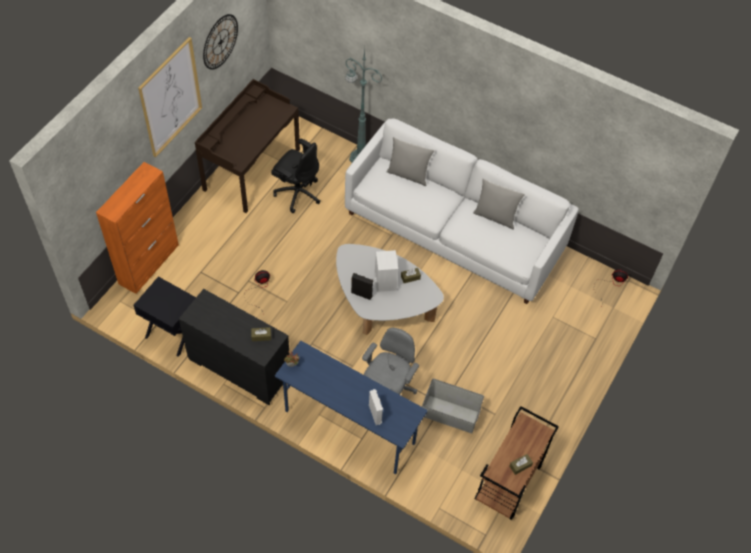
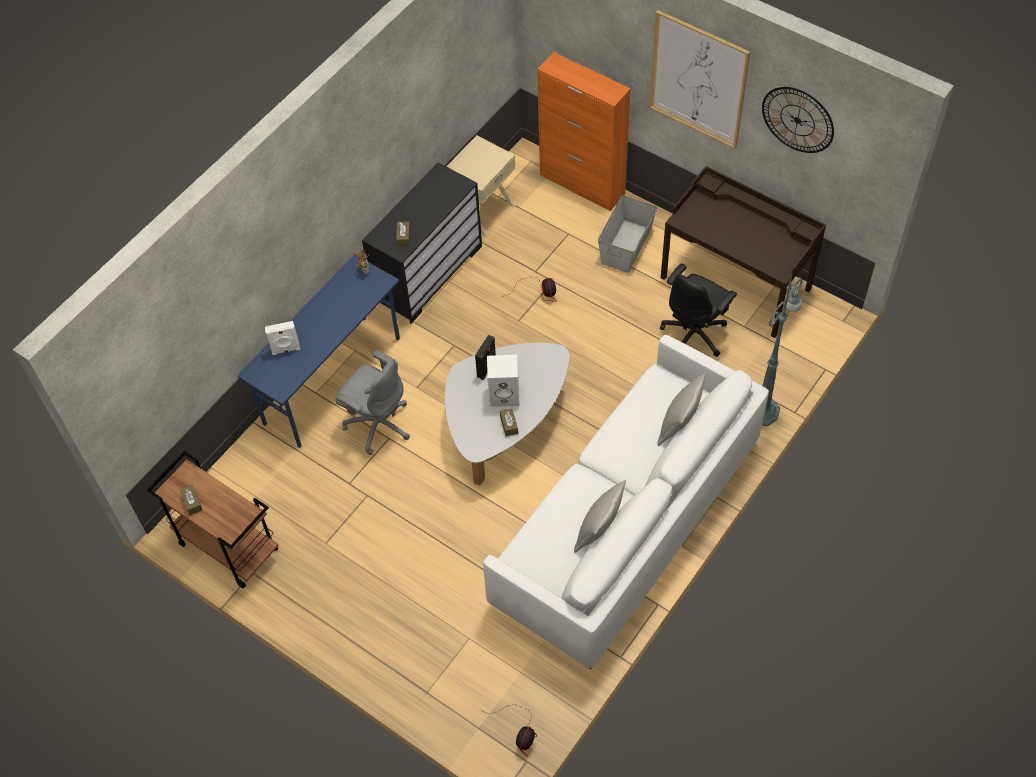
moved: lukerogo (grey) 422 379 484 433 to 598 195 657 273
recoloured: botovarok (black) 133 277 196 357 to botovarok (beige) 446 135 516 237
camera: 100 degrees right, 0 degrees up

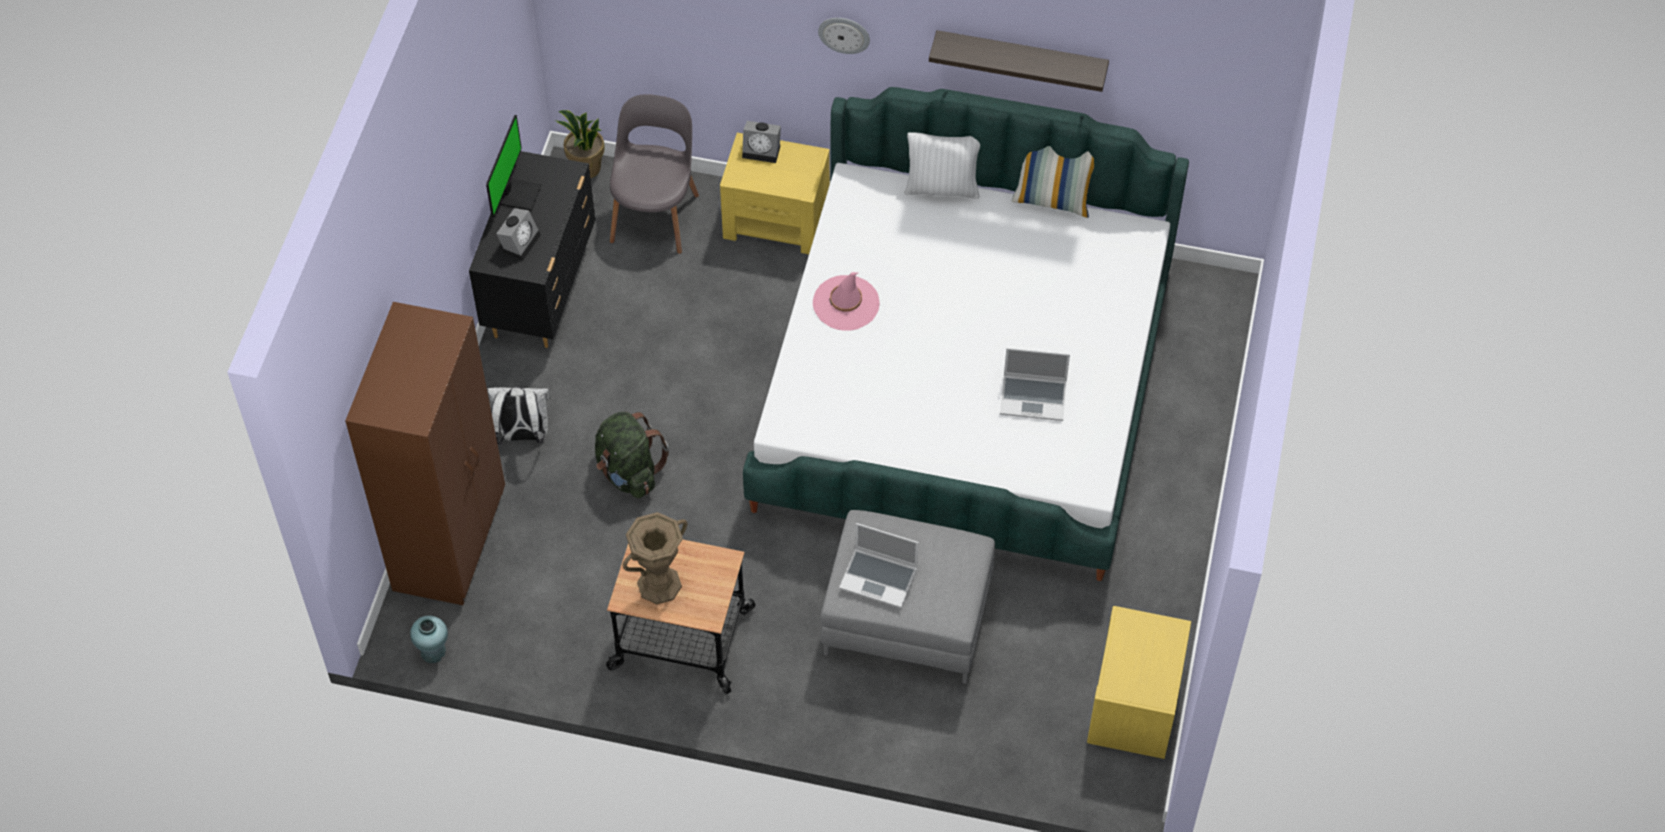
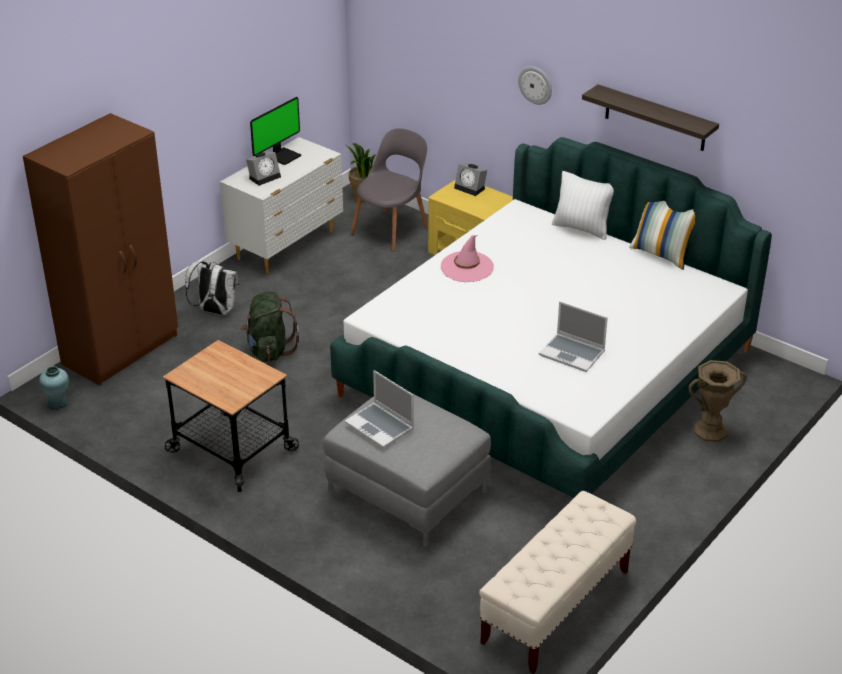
moved: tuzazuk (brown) 622 512 687 604 to 689 360 747 442
replaced: botovarok (yellow) 1087 606 1191 759 to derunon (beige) 479 491 636 674
recoloured: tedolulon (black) 469 151 596 348 to tedolulon (white) 220 137 343 273
camera: 25 degrees right, 20 degrees down

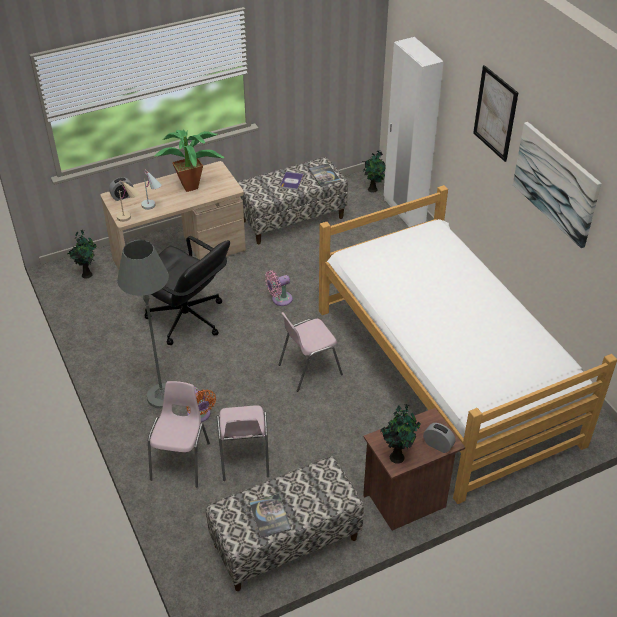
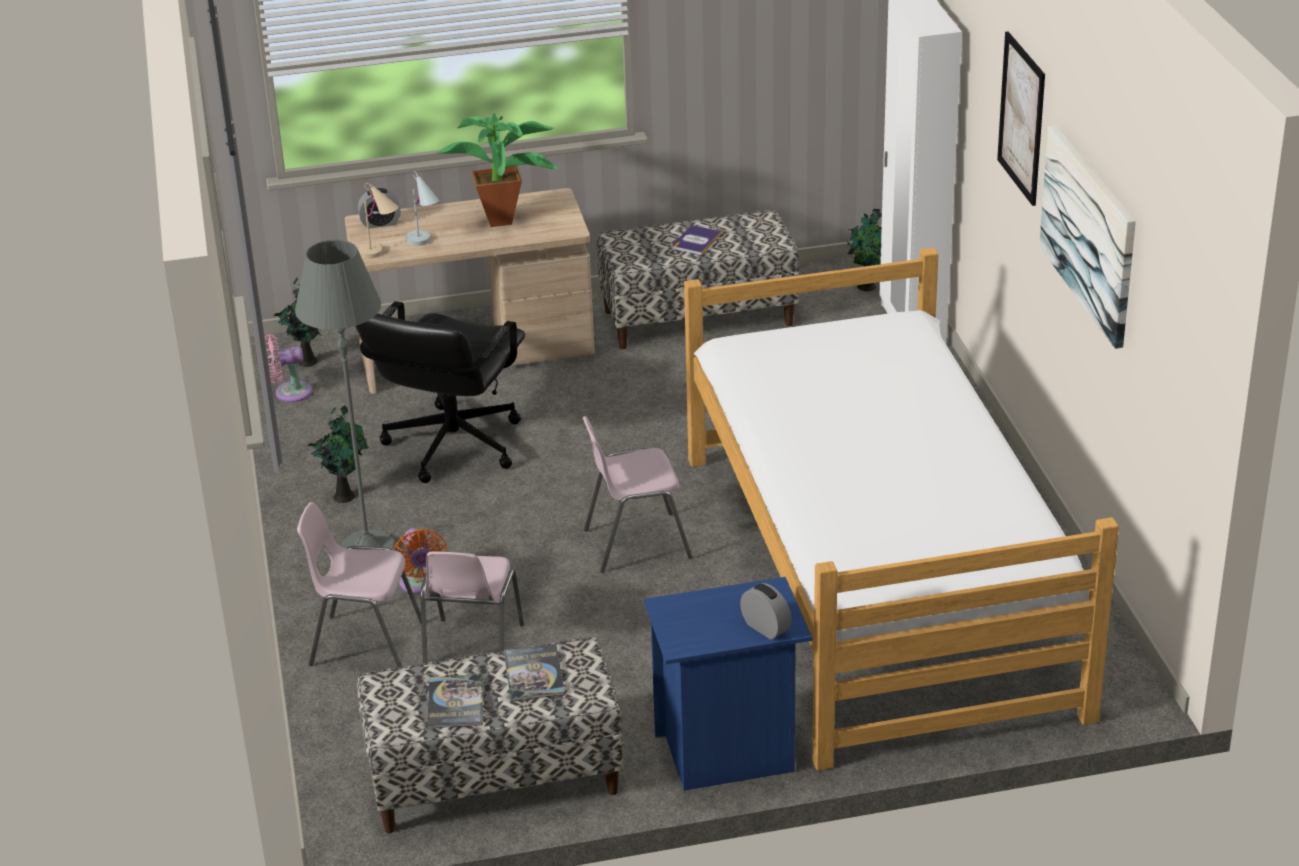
moved: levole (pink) 265 270 293 306 to 265 334 312 403; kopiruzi 309 163 341 186 to 504 644 565 701; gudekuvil 380 404 421 464 to 307 405 369 503
recoloured: botovarok (brown) 363 408 465 531 to botovarok (blue) 644 577 812 791
turned: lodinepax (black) 145 236 230 345 = 355 301 525 483 60 degrees clockwise; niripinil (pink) 148 381 210 488 = 297 502 421 668 105 degrees counterclockwise
camera: 15 degrees right, 10 degrees down

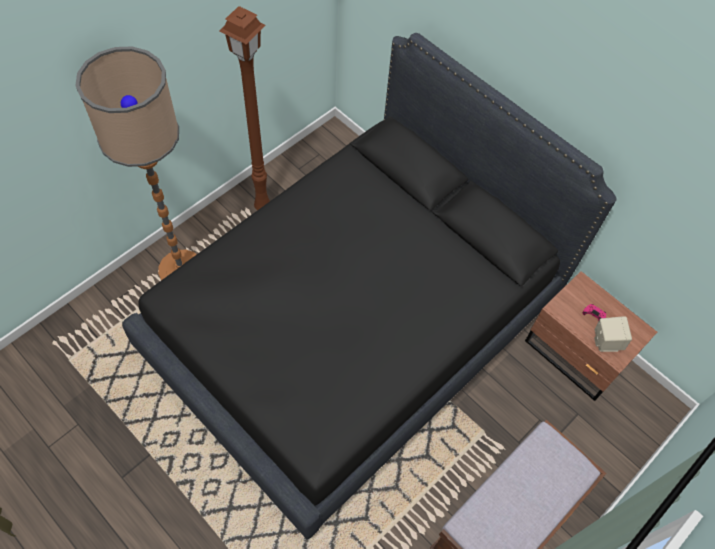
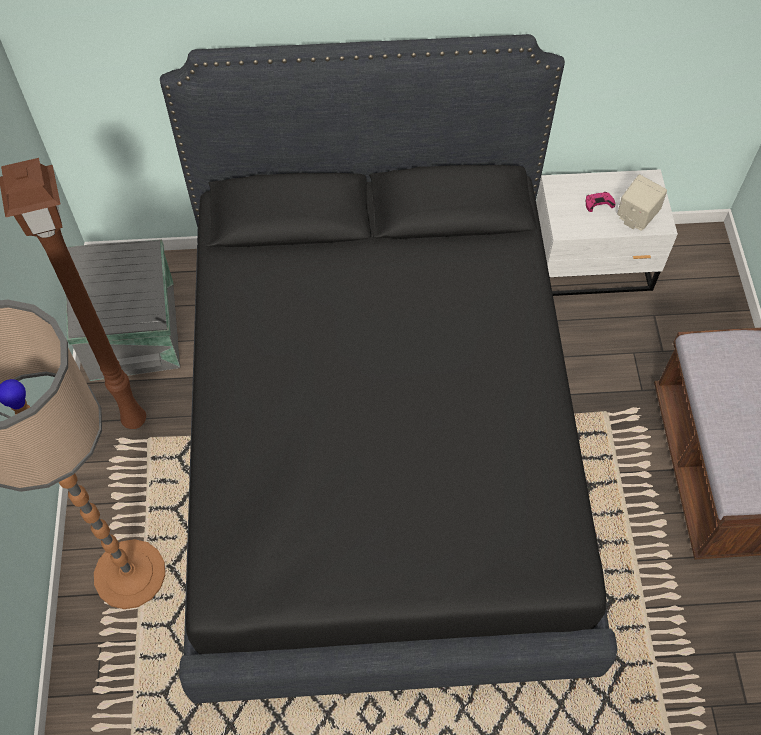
added: lukerogo (grey) 66 239 180 381
recoloured: botovarok (brown) 525 271 657 401 to botovarok (white) 536 169 678 296
camera: 45 degrees left, 0 degrees up

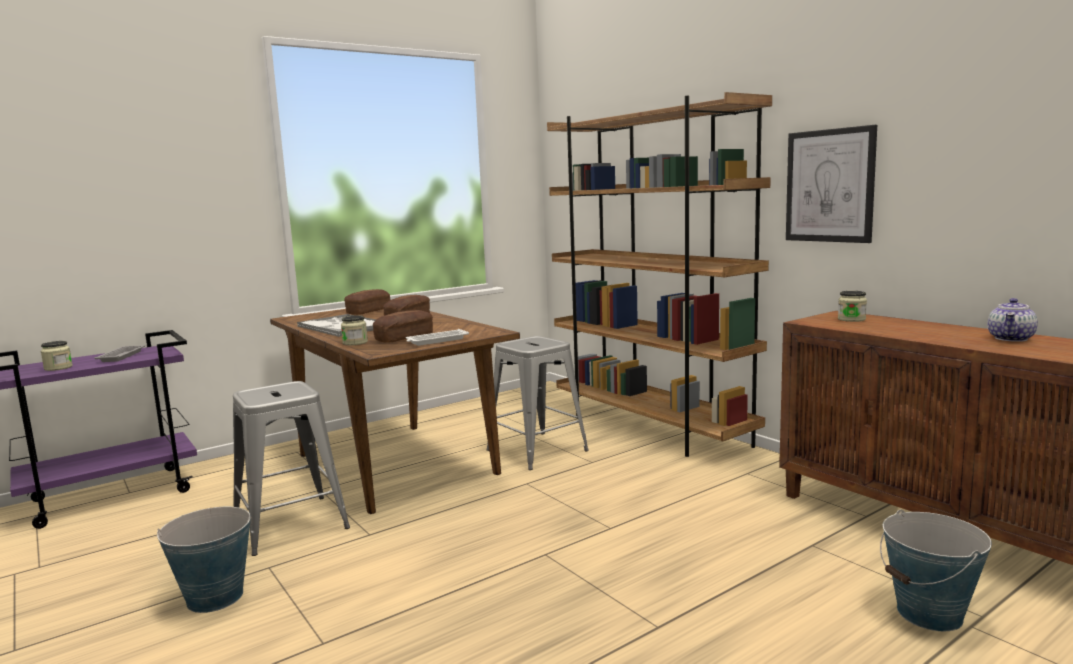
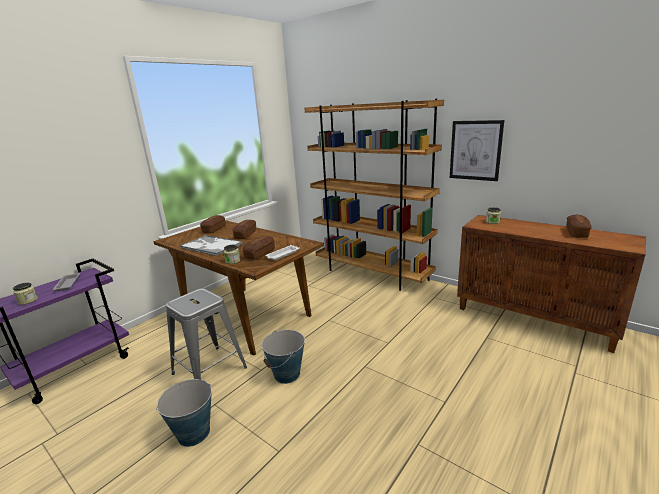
removed: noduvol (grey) 486 336 589 470
moved: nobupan 880 509 992 631 to 262 330 305 384
replaced: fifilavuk 987 298 1038 342 to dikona 566 215 592 238
camera: 15 degrees left, 10 degrees up

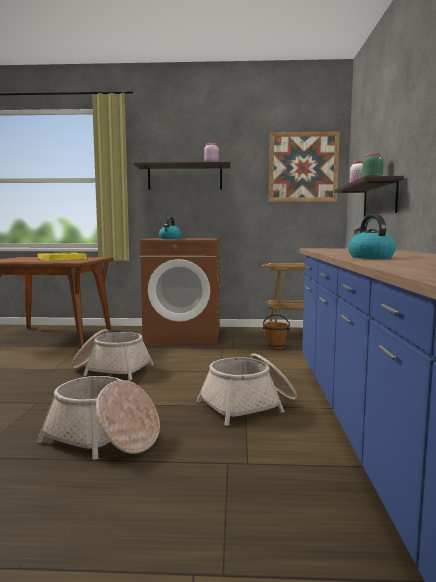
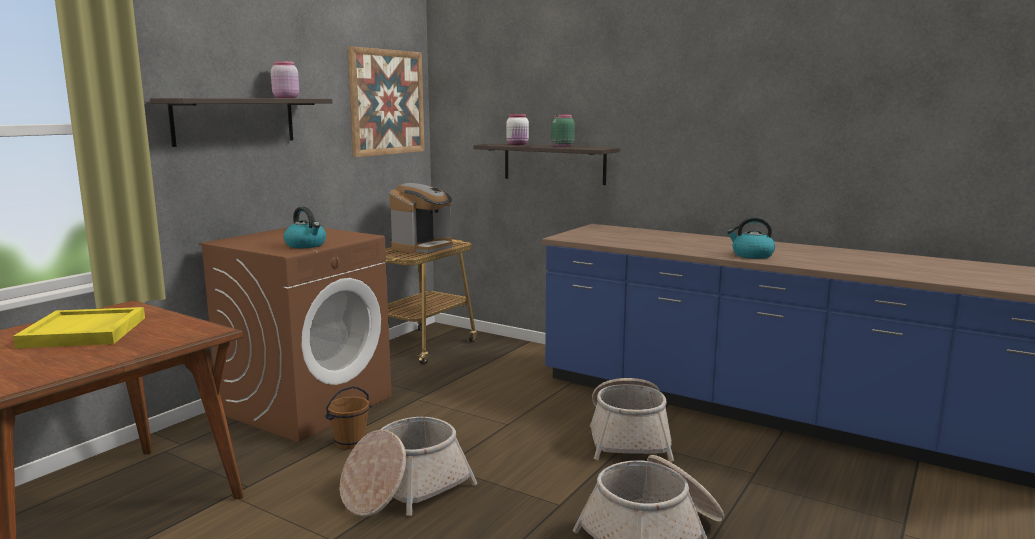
added: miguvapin 389 183 453 254
moved: nobupan (brown) 263 314 290 350 to 325 386 371 449
camera: 60 degrees left, 5 degrees up

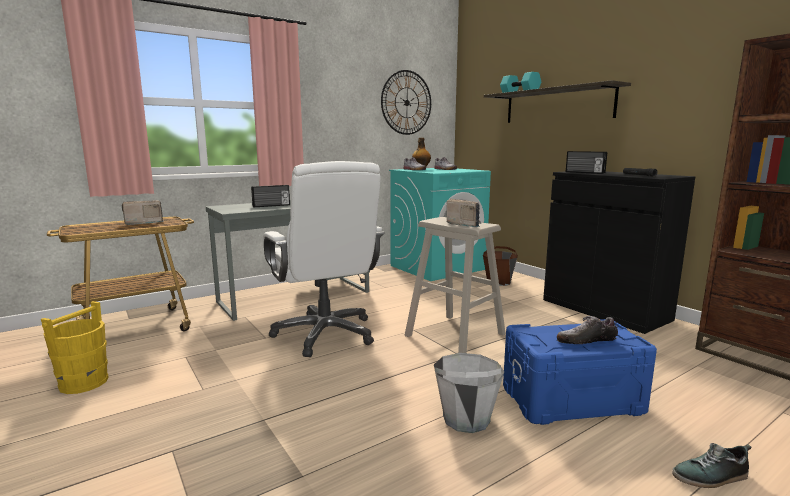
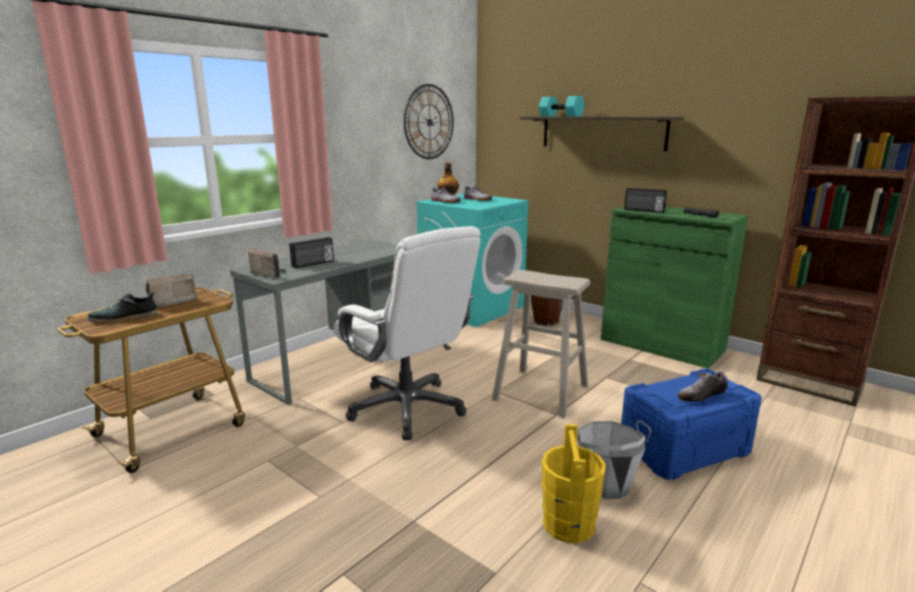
moved: nobupan (yellow) 41 301 108 394 to 542 424 606 543; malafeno 447 199 483 227 to 248 249 287 278; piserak 672 443 752 488 to 87 292 157 323
recoloured: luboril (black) 543 171 695 334 to luboril (green) 601 207 748 369
camera: 15 degrees left, 5 degrees up

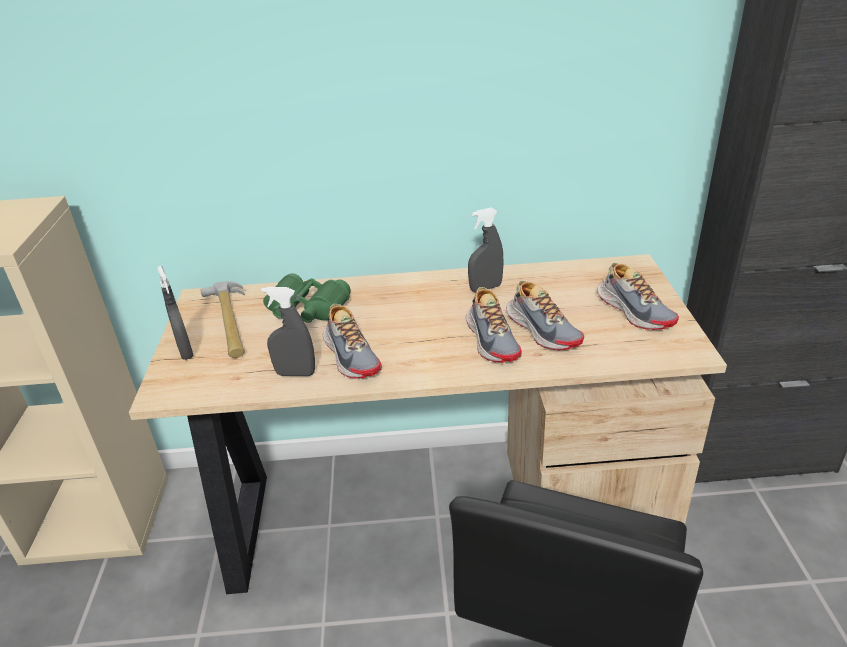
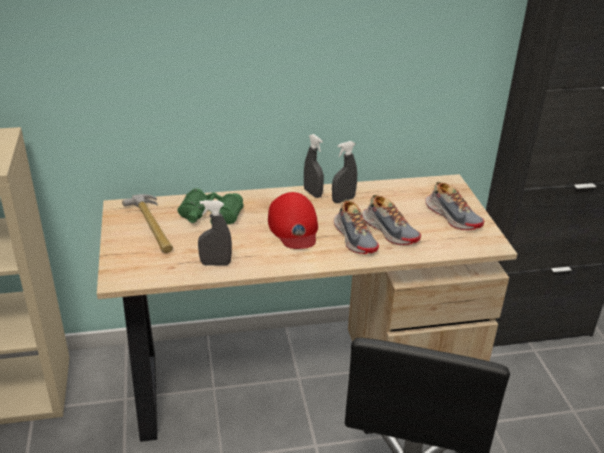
removed: piserak 323 304 382 379
added: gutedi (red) 268 192 318 249
moved: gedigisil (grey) 157 266 193 360 to 304 134 324 198
camera: 10 degrees left, 0 degrees up

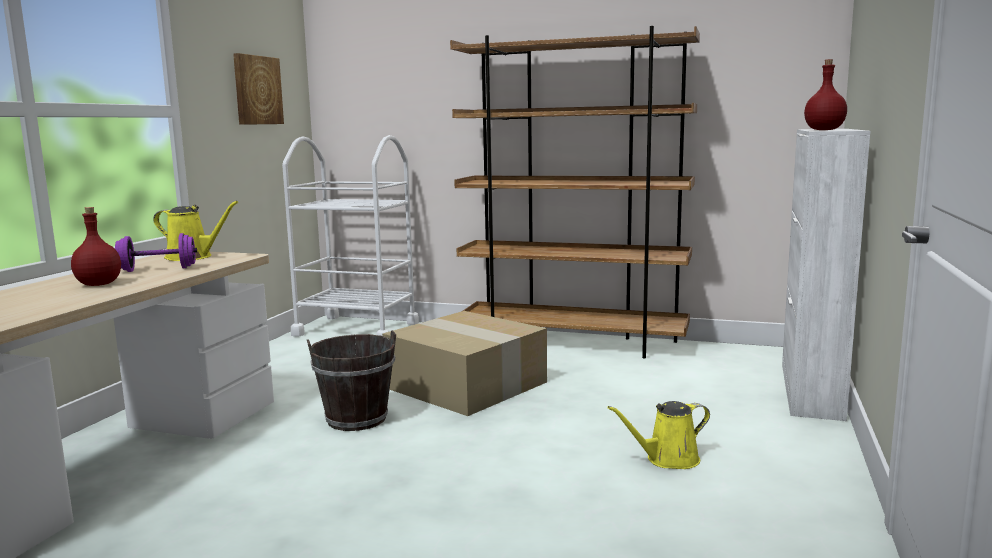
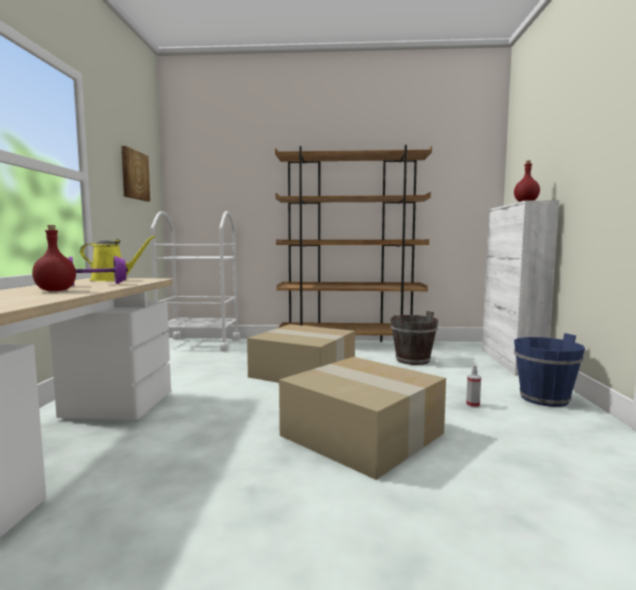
added: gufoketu 279 357 446 480; nobupan (blue) 514 333 585 407
moved: nobupan (brown) 307 330 396 431 to 390 311 438 365
replaced: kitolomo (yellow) 607 401 710 469 to gedigisil 466 365 481 408
camera: 15 degrees left, 5 degrees down

